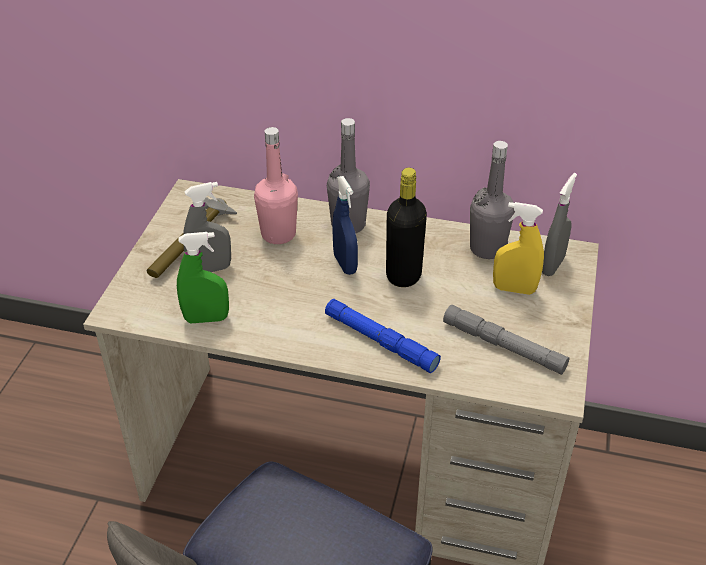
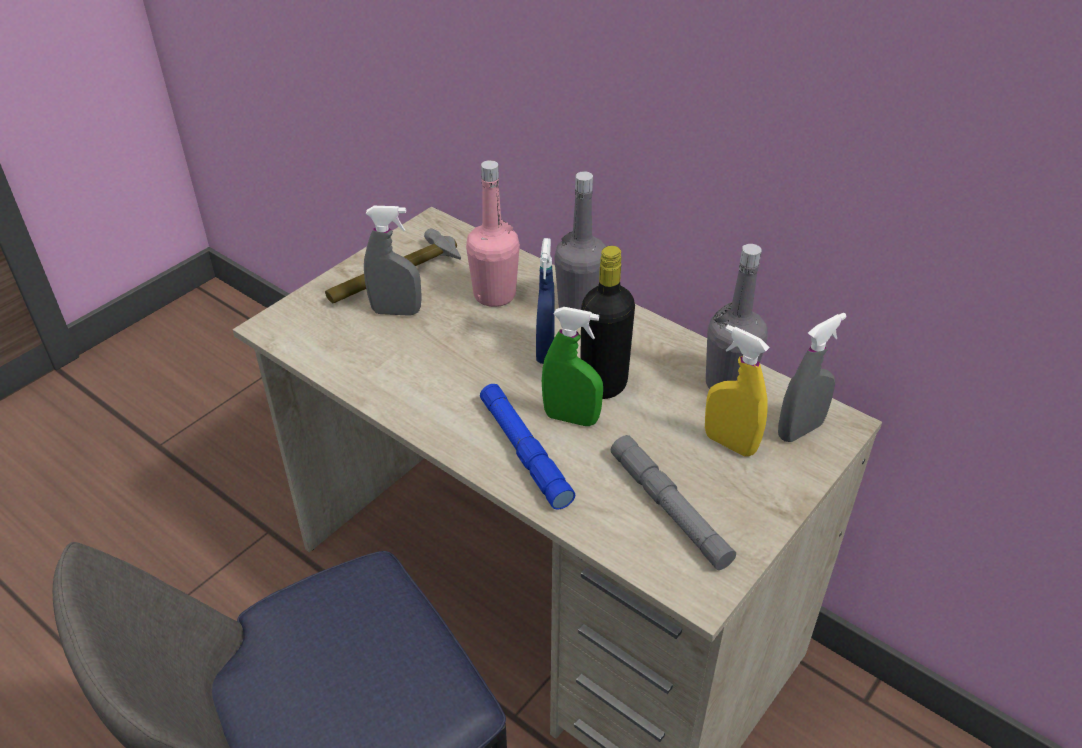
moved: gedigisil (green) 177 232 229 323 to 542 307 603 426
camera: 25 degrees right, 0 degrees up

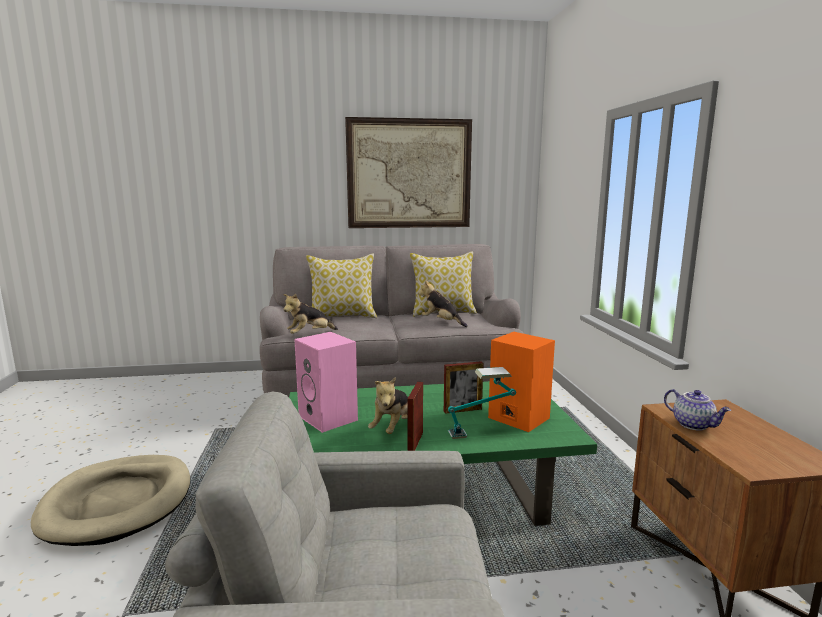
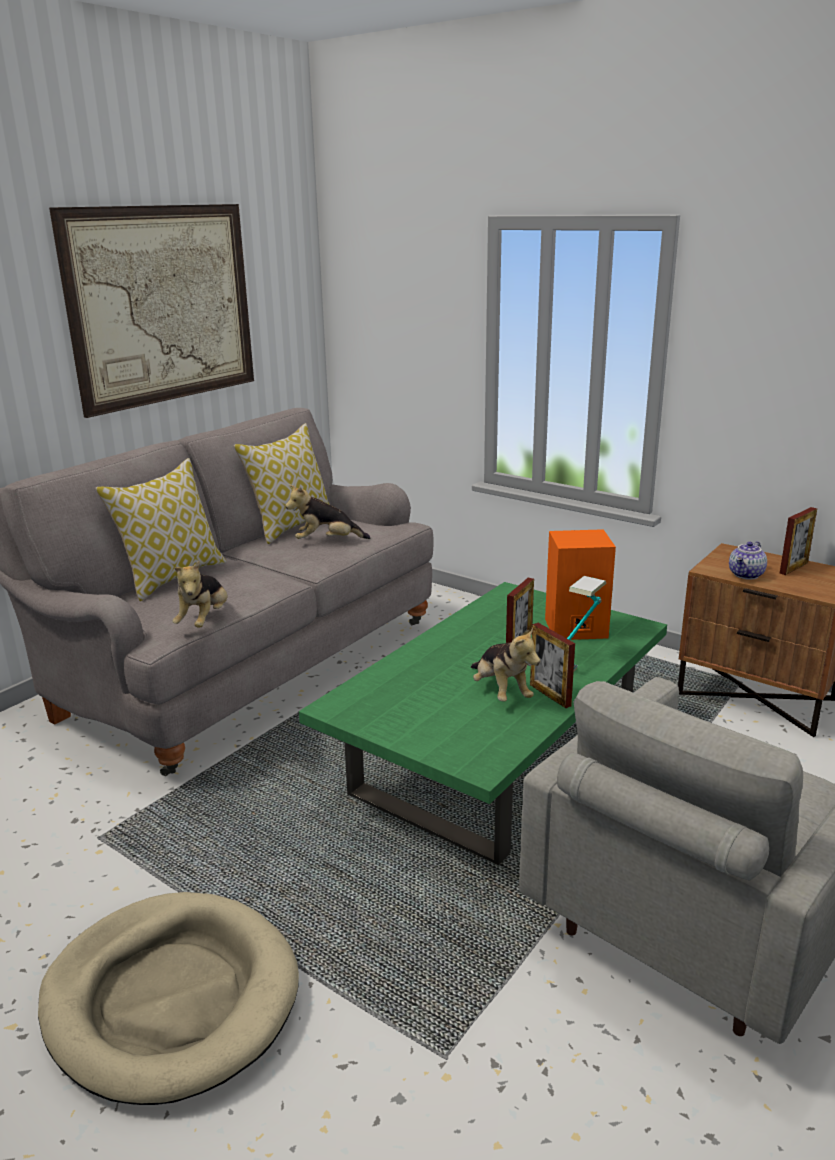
removed: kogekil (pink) 294 332 358 433
added: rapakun 780 507 817 575
turned: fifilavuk 664 389 731 431 = 729 541 767 580 120 degrees clockwise
camera: 45 degrees left, 10 degrees up

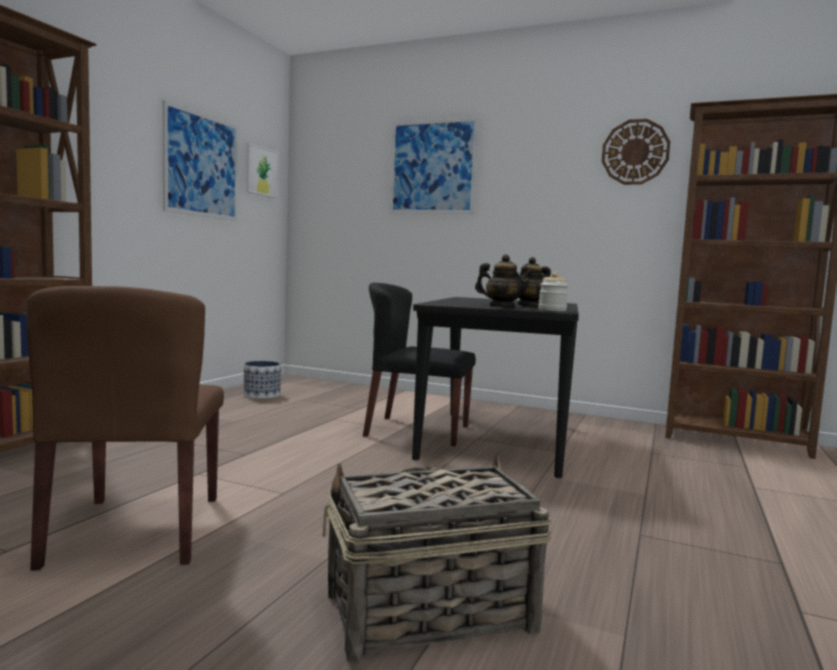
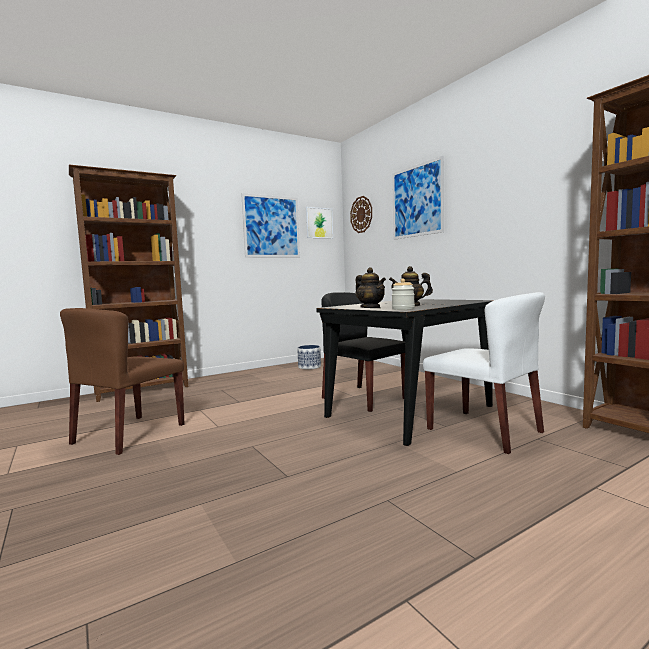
removed: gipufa 323 454 552 663
added: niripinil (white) 423 292 545 454
moved: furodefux 602 119 670 185 to 350 196 372 233
camera: 35 degrees right, 0 degrees up

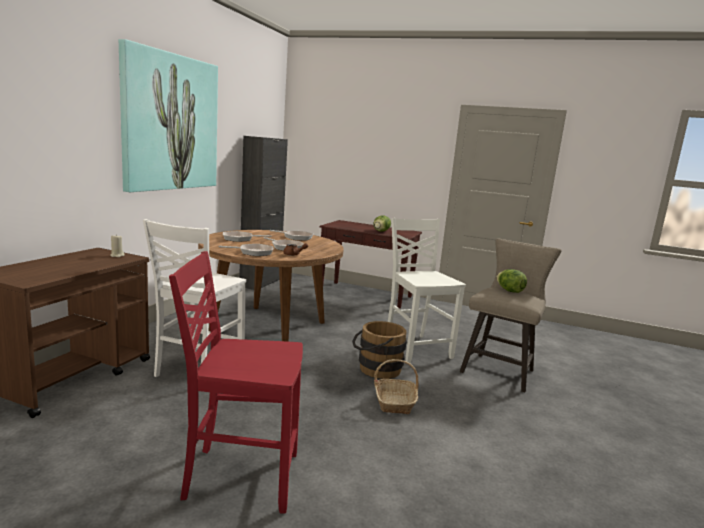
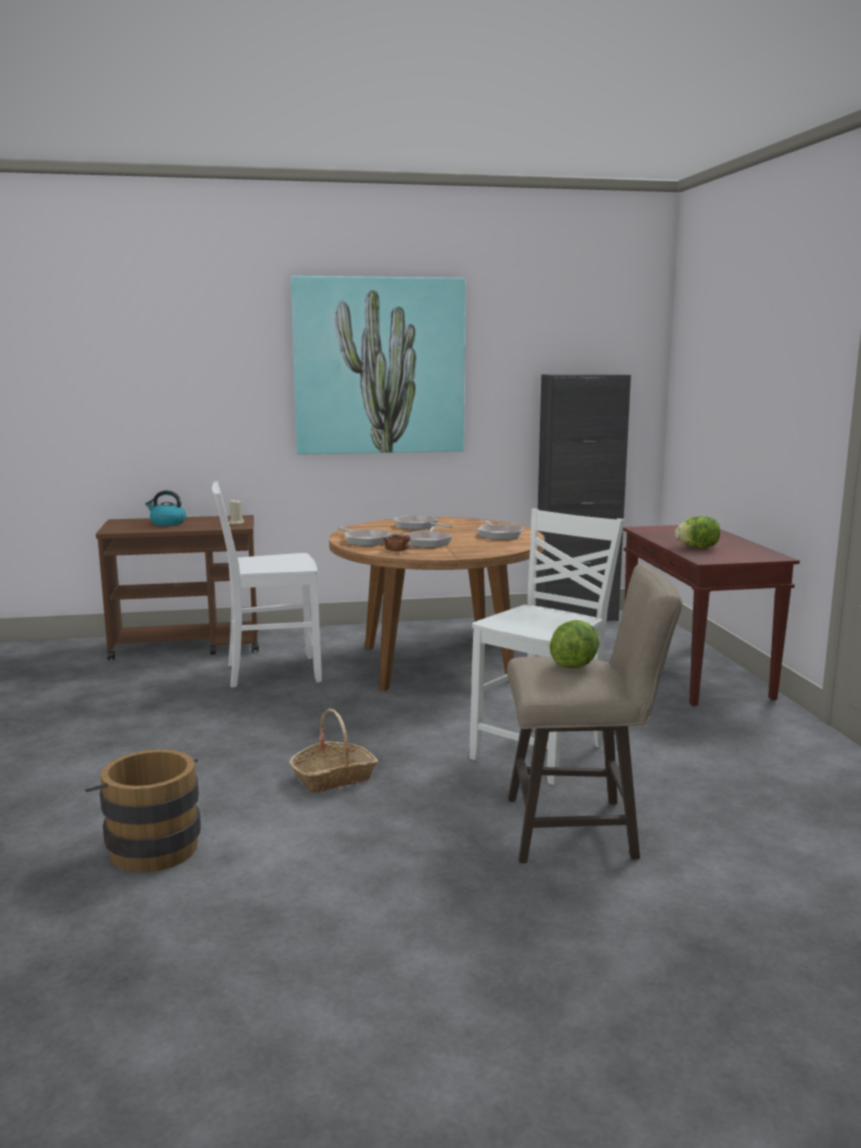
removed: niripinil (red) 169 251 303 513
added: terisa 145 490 186 526
moved: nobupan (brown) 352 321 406 379 to 85 749 201 873
camera: 60 degrees right, 0 degrees up

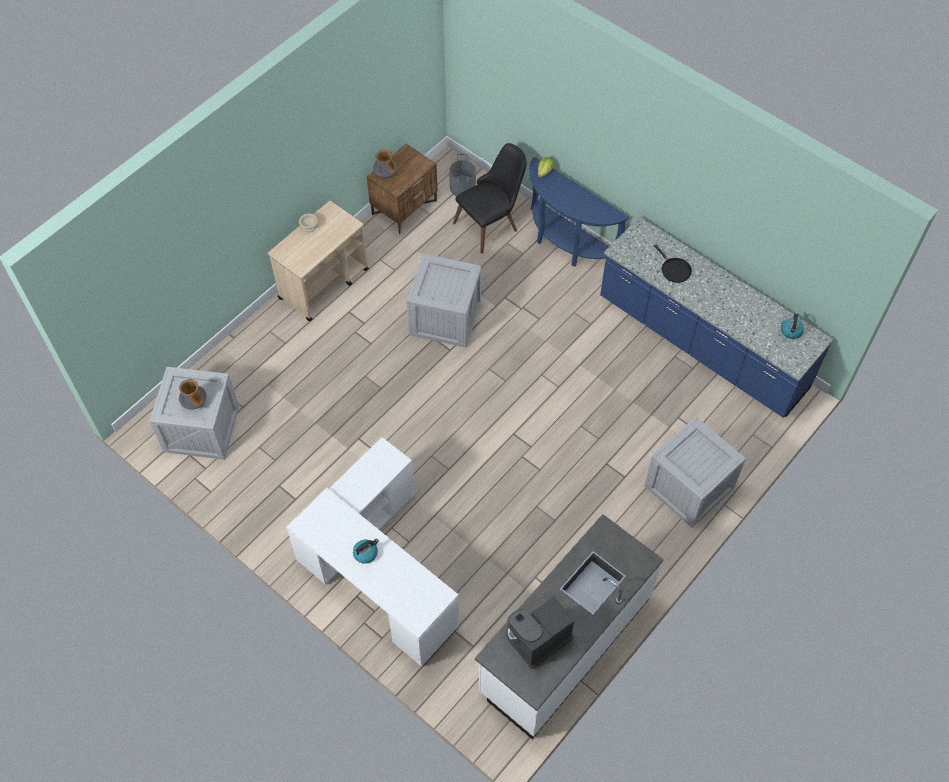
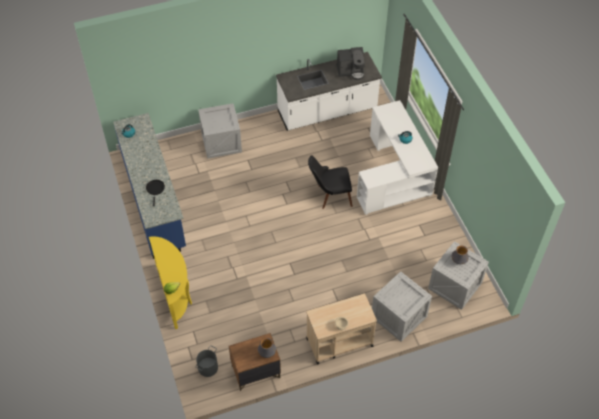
moved: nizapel 407 254 482 348 to 372 271 432 342; niripinil (black) 453 143 527 254 to 308 155 352 209
recoloured: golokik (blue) 529 157 629 267 to golokik (yellow) 149 237 192 329
camera: 150 degrees left, 5 degrees down

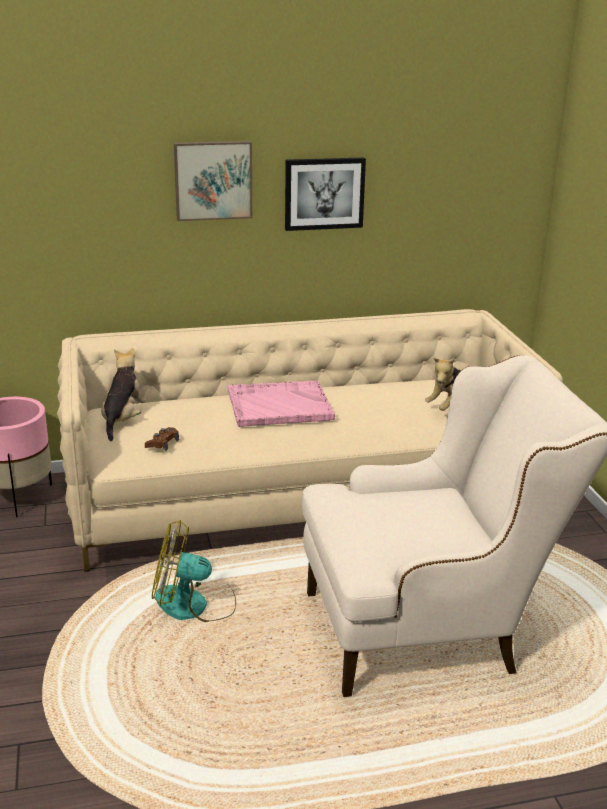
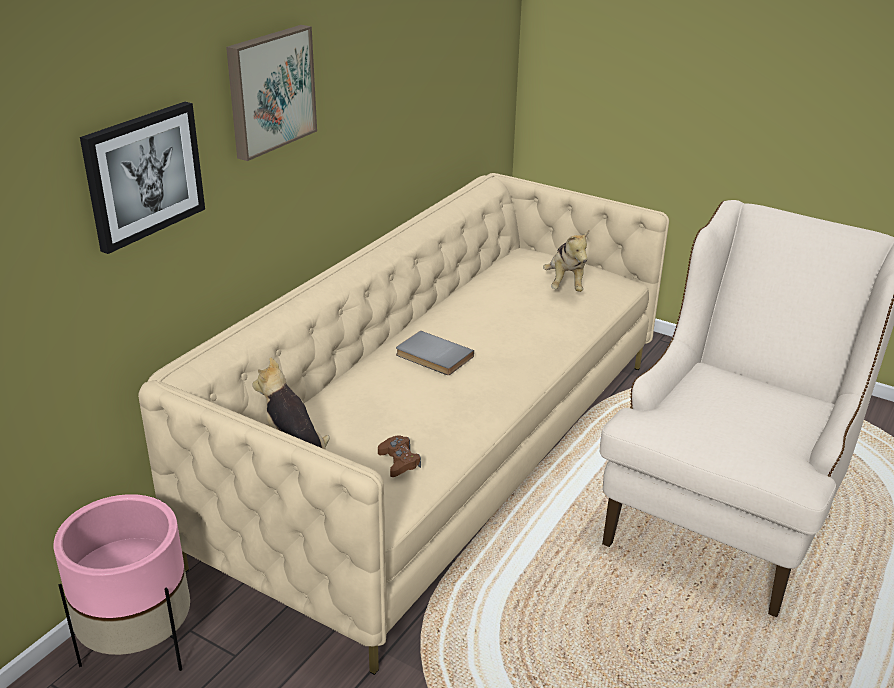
removed: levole 152 520 236 622
moved: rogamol 285 157 366 231 to 80 102 205 254
replaced: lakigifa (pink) 228 381 335 427 to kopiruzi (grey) 396 331 474 375
camera: 45 degrees left, 5 degrees up

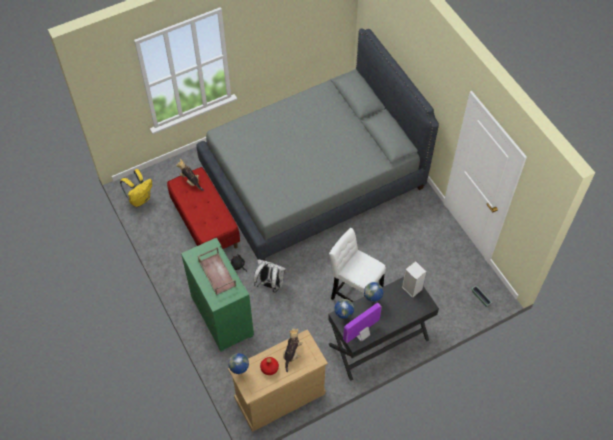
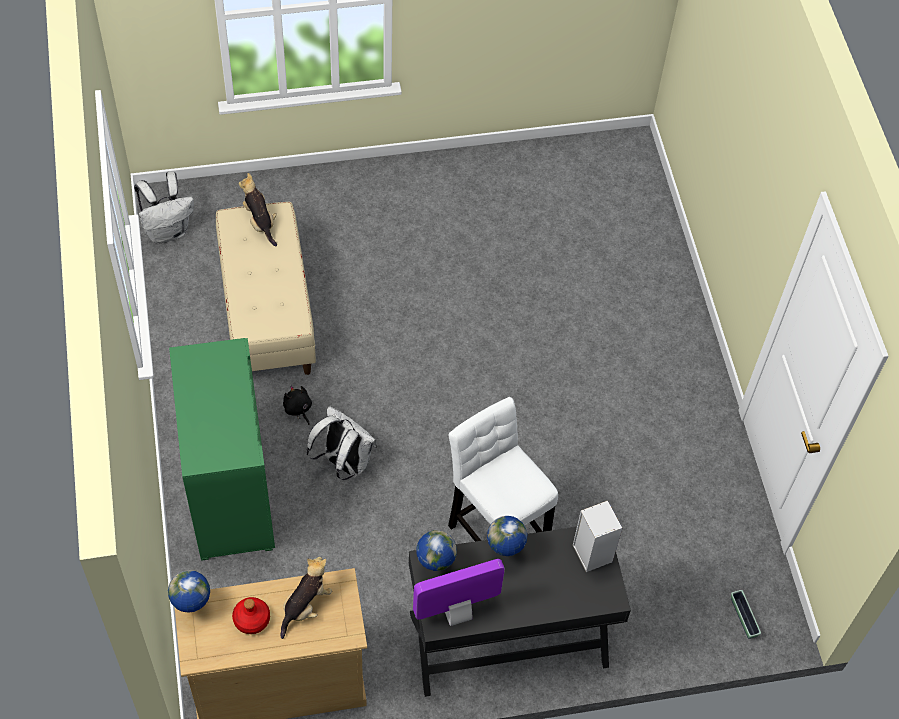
removed: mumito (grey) 196 28 439 261; lakigifa (brown) 198 247 236 295
recoloured: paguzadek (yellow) 120 169 152 207 to paguzadek (white) 134 171 194 244; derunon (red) 167 167 240 249 to derunon (beige) 216 202 316 375
camera: 15 degrees right, 0 degrees up

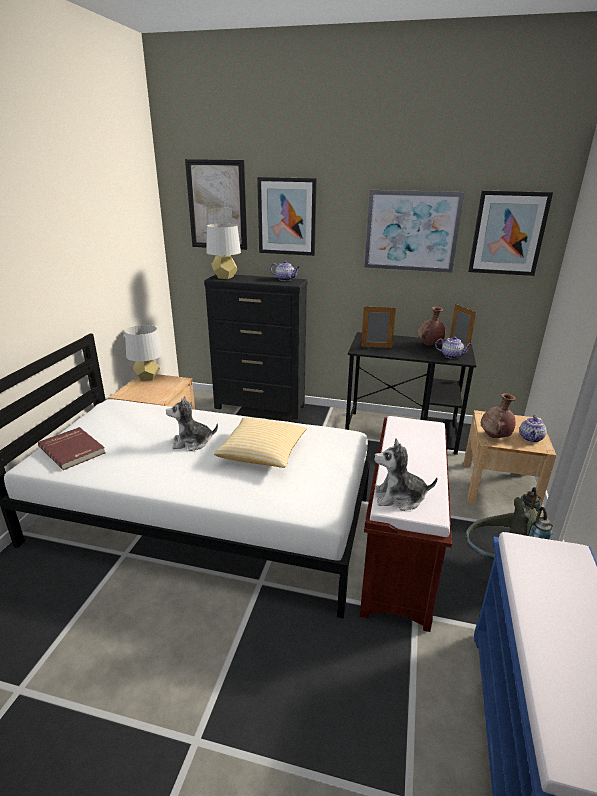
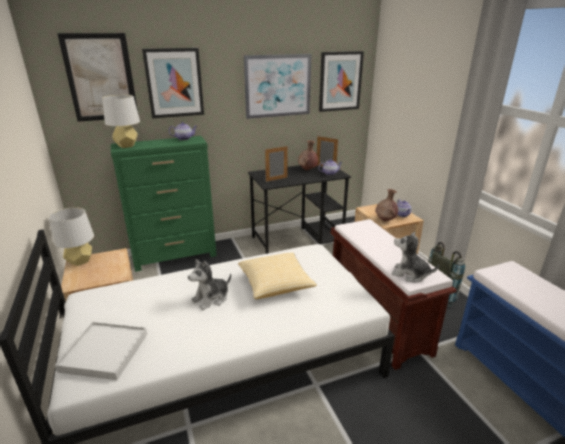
replaced: kopiruzi (red) 38 427 106 470 to lakigifa (white) 55 322 147 380
recoloured: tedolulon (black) 204 274 308 419 to tedolulon (green) 111 136 217 272
turned: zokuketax 374 439 438 511 = 392 231 439 282 60 degrees clockwise
camera: 35 degrees left, 0 degrees up

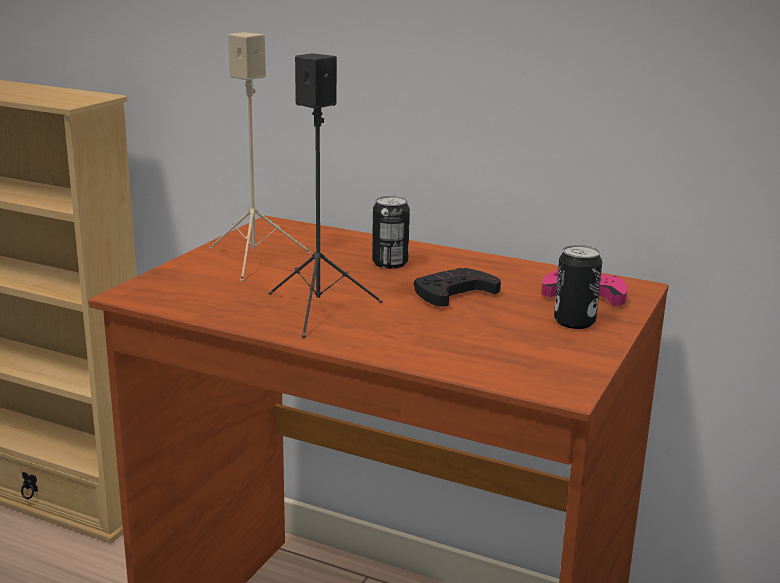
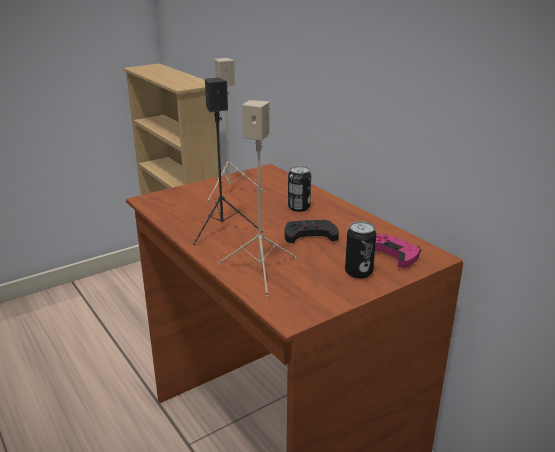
added: kogekil (beige) 218 100 296 297
camera: 30 degrees right, 5 degrees up

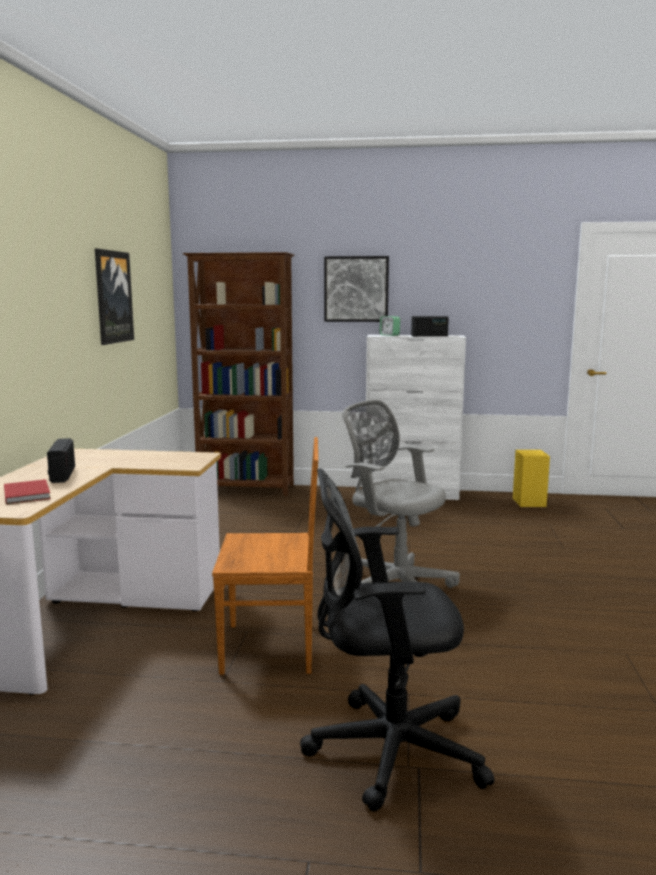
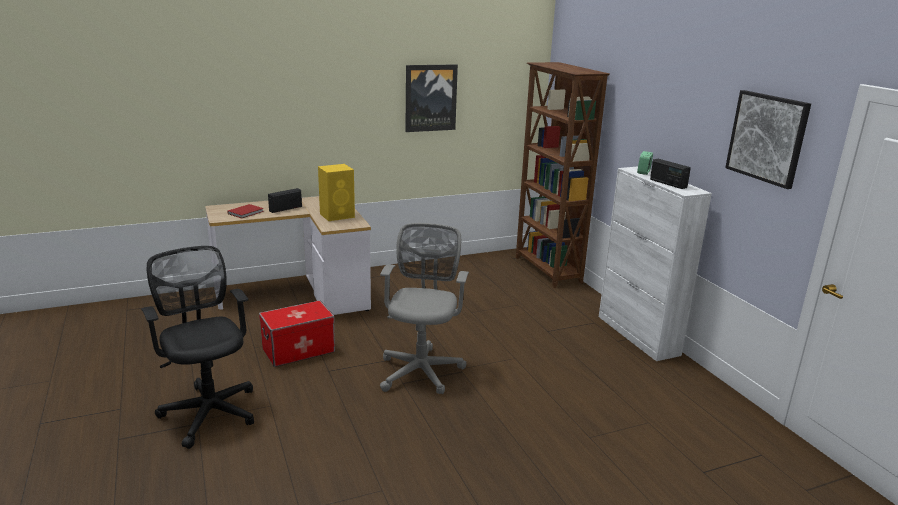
moved: rogamol 324 256 389 322 to 725 90 811 189; kogekil (yellow) 513 450 550 507 to 318 164 355 221
replaced: niripinil (brown) 212 437 318 675 to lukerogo 259 300 335 367
camera: 60 degrees right, 10 degrees up

